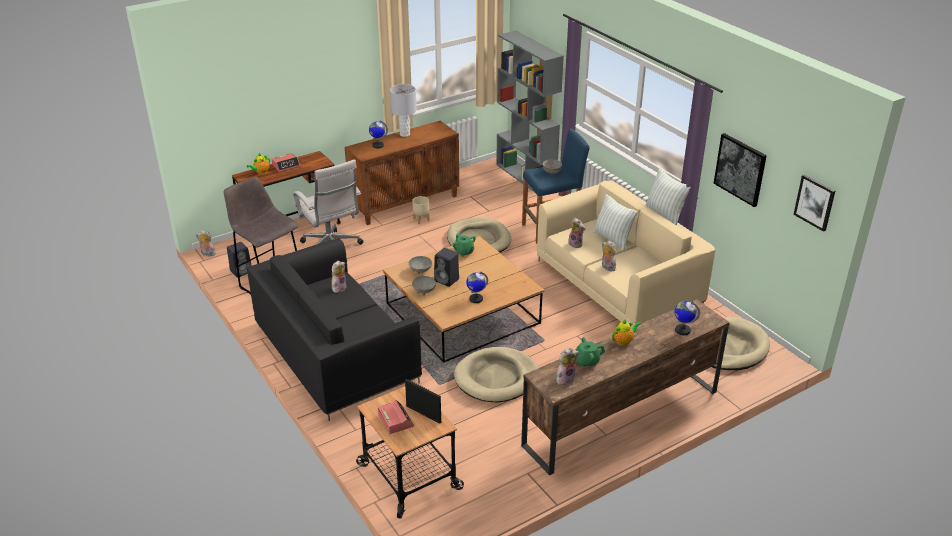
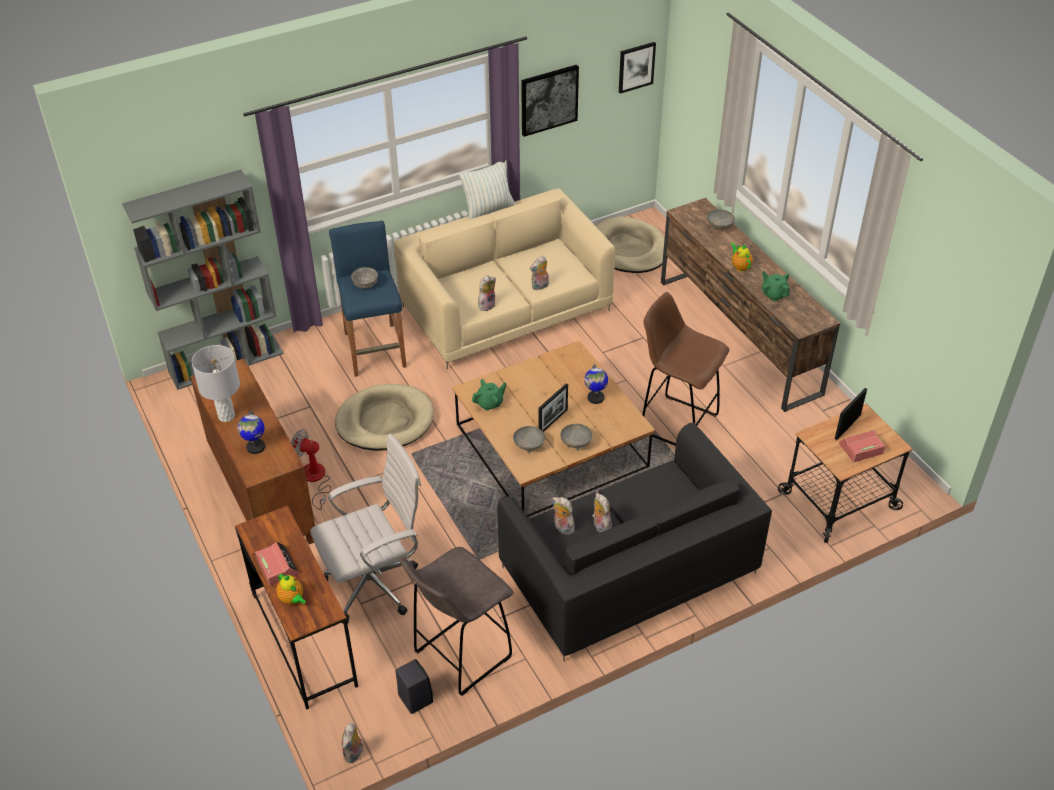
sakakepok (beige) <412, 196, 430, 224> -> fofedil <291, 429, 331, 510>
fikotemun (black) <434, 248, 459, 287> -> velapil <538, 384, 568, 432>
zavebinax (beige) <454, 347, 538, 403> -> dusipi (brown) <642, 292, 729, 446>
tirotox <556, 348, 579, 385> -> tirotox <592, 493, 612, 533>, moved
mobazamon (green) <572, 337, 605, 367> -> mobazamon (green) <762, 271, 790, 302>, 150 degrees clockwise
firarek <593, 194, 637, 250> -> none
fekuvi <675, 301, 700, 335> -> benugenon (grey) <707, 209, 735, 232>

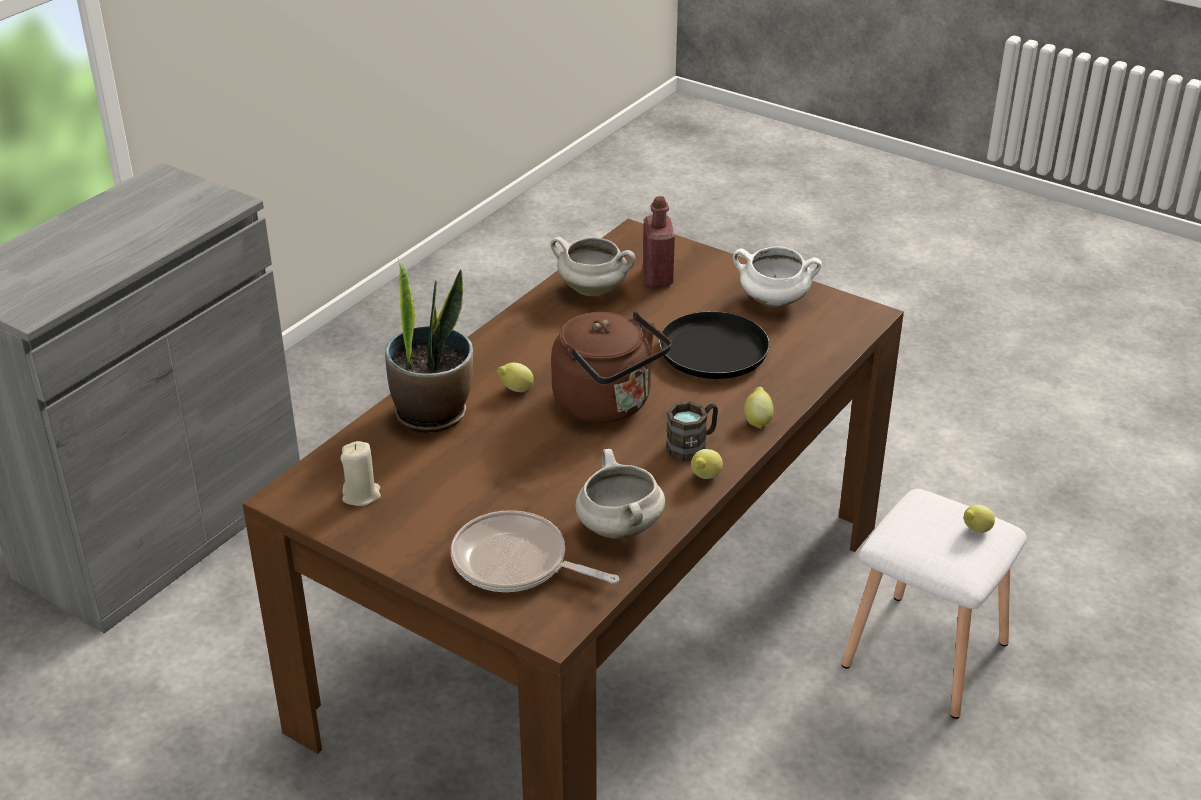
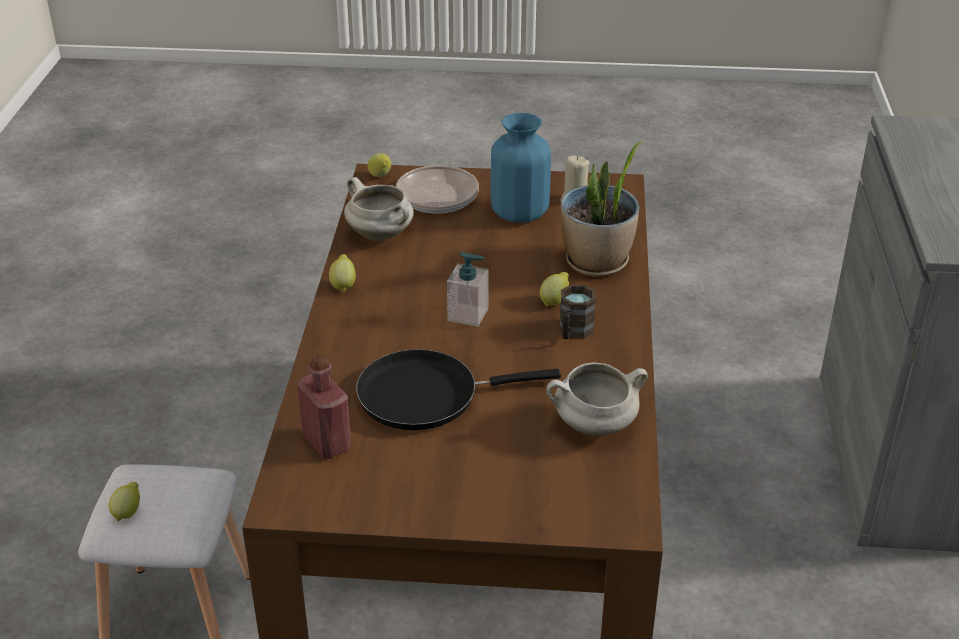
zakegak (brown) <551, 311, 671, 423> -> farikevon <447, 252, 489, 327>
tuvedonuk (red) <643, 196, 675, 287> -> tuvedonuk (red) <297, 354, 351, 459>, moved
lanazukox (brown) <666, 401, 718, 461> -> lanazukox (brown) <559, 284, 596, 339>, moved
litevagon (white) <733, 246, 822, 307> -> none
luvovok <744, 387, 774, 429> -> luvovok <368, 153, 391, 177>, moved
none -> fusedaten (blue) <491, 113, 551, 223>

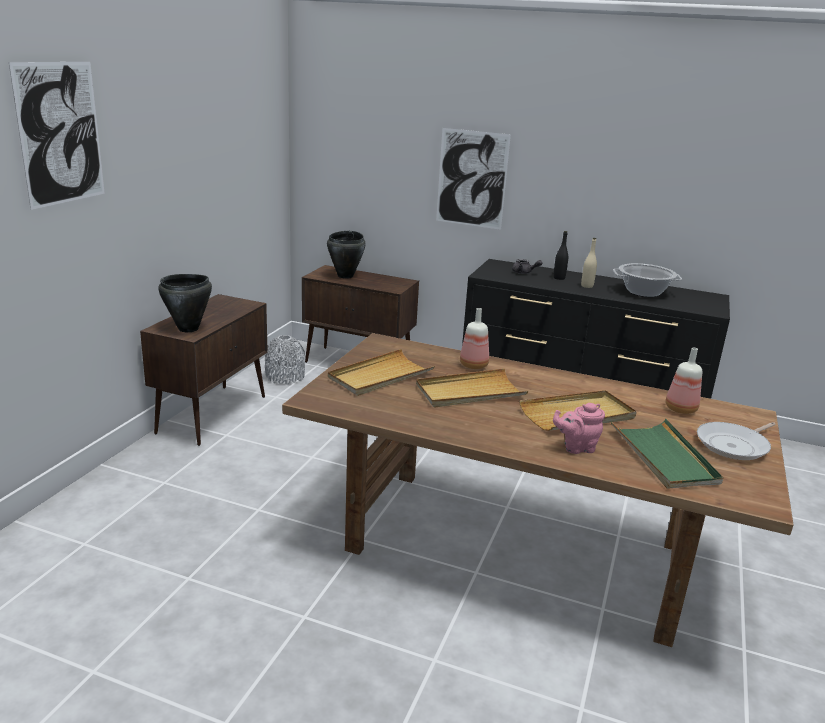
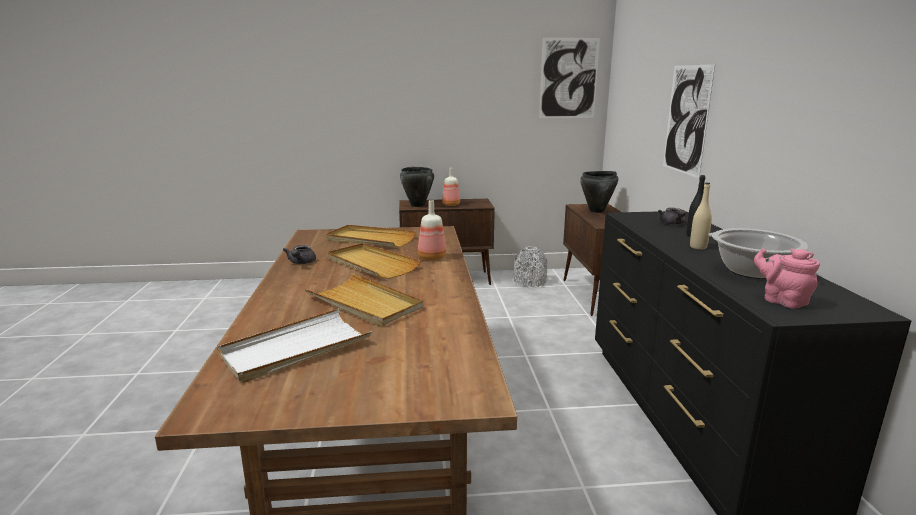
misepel <9, 62, 105, 210> -> misepel <539, 38, 600, 118>, moved
mobazamon (pink) <553, 403, 605, 454> -> mobazamon (pink) <754, 248, 820, 309>, moved
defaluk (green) <611, 419, 724, 489> -> defaluk (white) <216, 309, 372, 383>
tuvedonuk <665, 347, 702, 414> -> tuvedonuk <442, 168, 460, 206>, moved
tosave <697, 422, 776, 460> -> none
none -> mobazamon (grey) <283, 245, 316, 264>

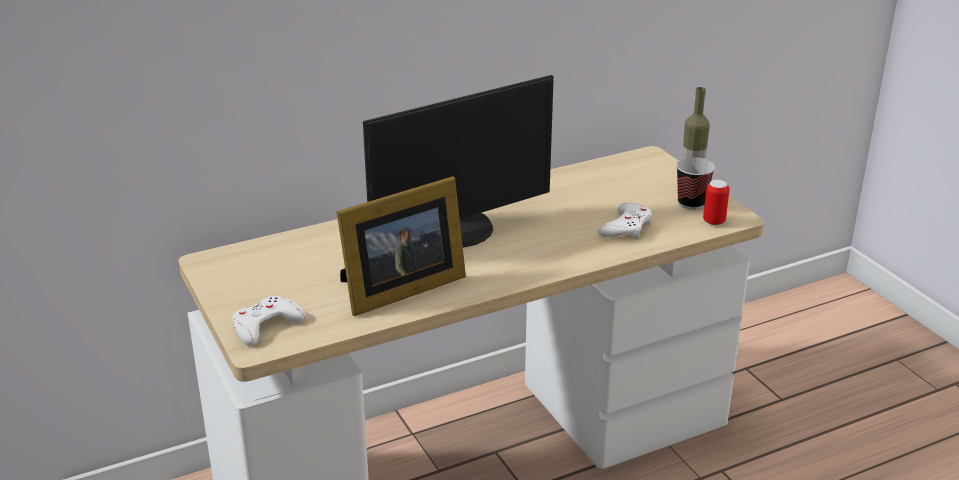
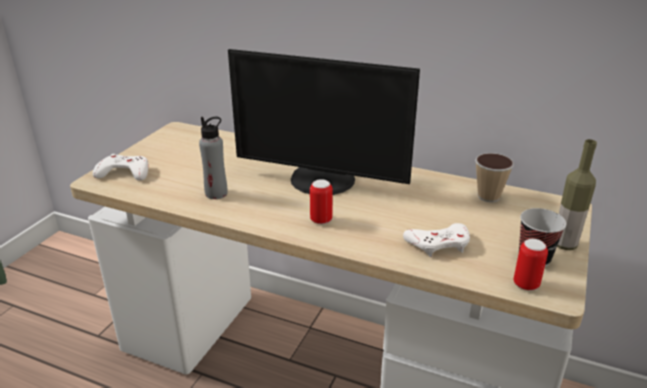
velapil <336, 176, 466, 316> -> tuvedonuk (grey) <199, 117, 228, 199>
none -> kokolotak <310, 179, 333, 224>
none -> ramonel <475, 153, 514, 202>

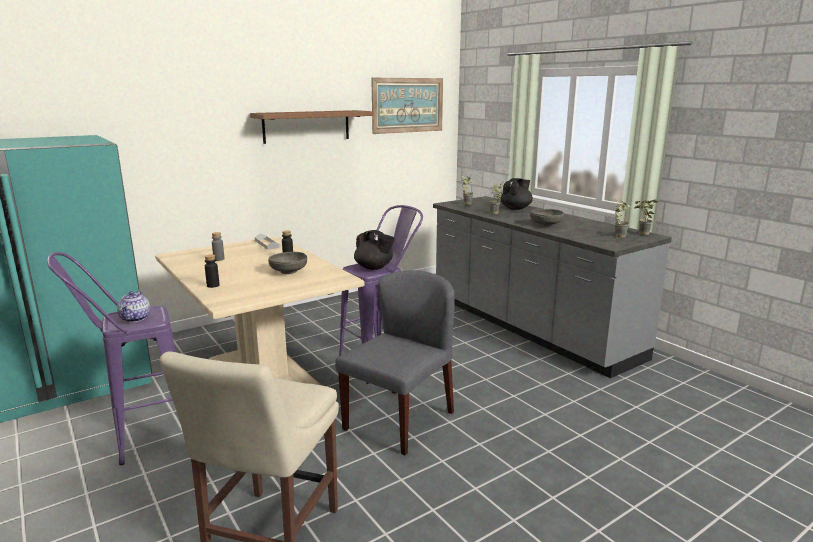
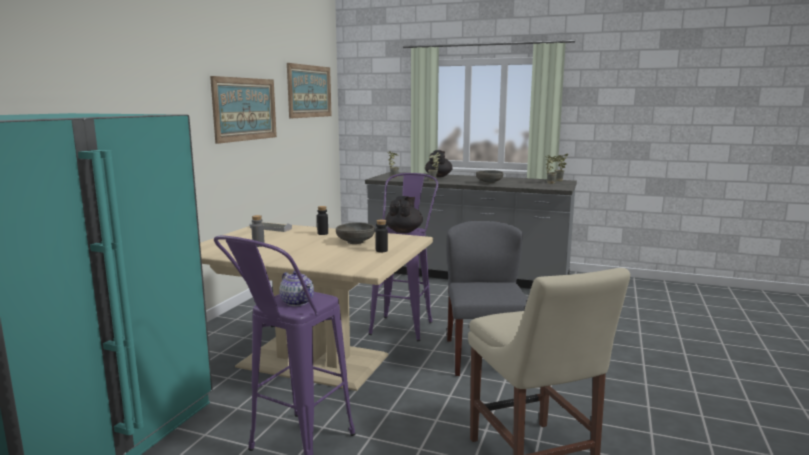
tuvedonuk (black) <205, 254, 219, 288> -> tuvedonuk (black) <375, 219, 388, 252>, moved
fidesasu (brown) <250, 110, 373, 144> -> misepel <210, 76, 277, 144>
mobazamon (black) <354, 230, 395, 270> -> mobazamon (black) <386, 196, 423, 233>, 75 degrees counterclockwise

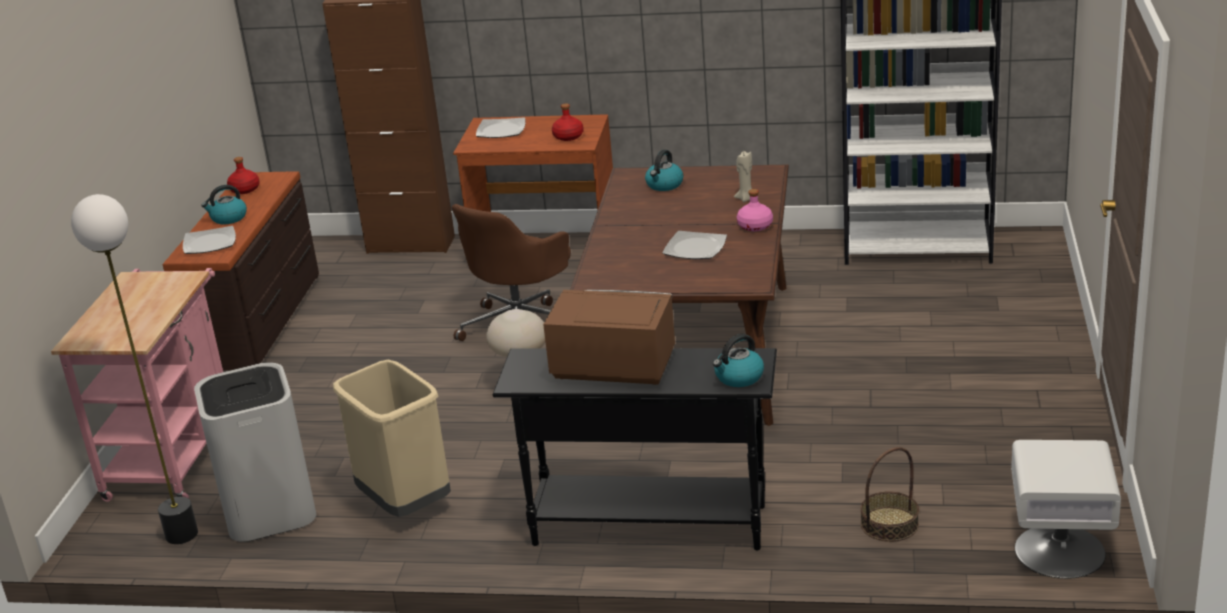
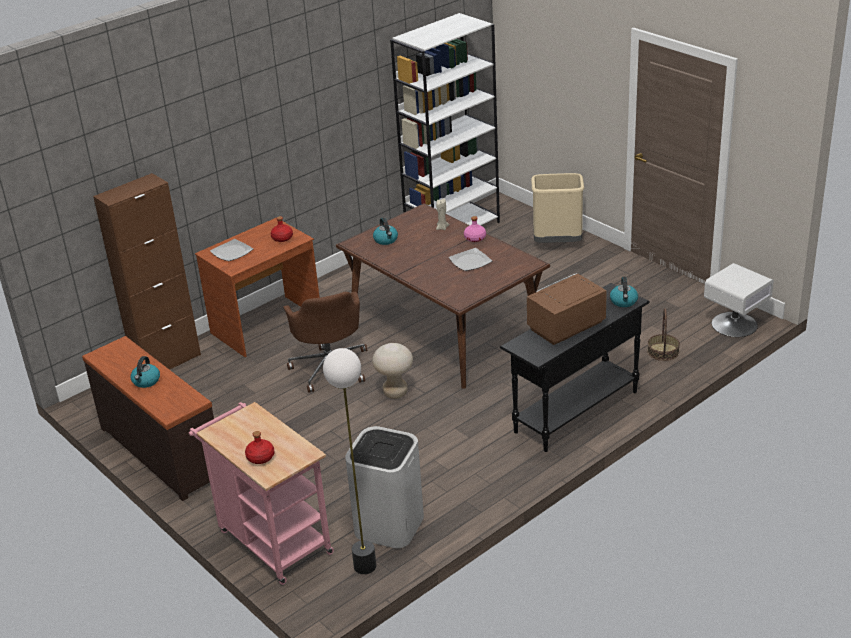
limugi <183, 226, 236, 254> -> none
tuvedonuk (red) <227, 157, 260, 194> -> tuvedonuk (red) <245, 431, 274, 464>, moved
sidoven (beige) <333, 360, 451, 517> -> sidoven (beige) <531, 173, 584, 243>, moved

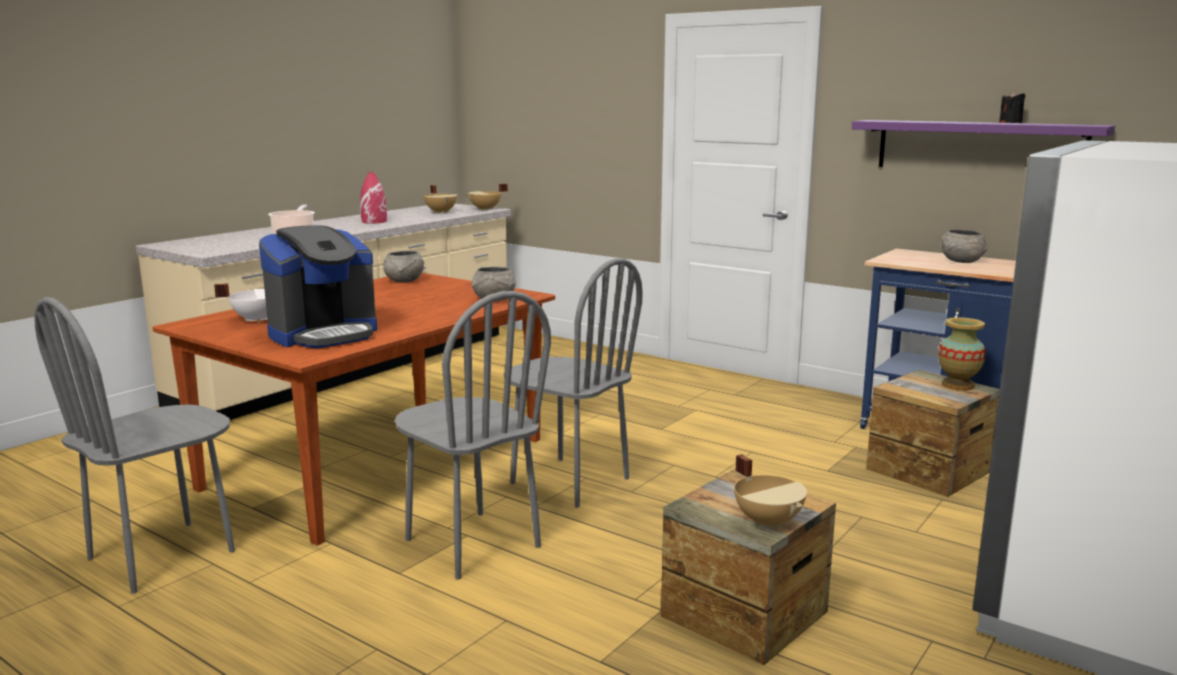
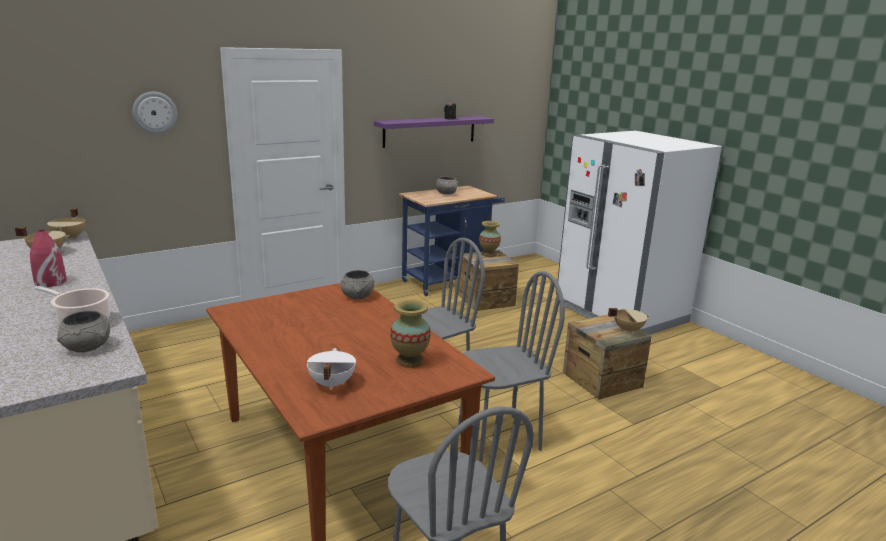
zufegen <259, 225, 377, 348> -> fusedaten <390, 299, 431, 368>
benugenon (grey) <383, 251, 424, 283> -> benugenon (grey) <57, 311, 110, 352>, moved
none -> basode <133, 92, 177, 134>

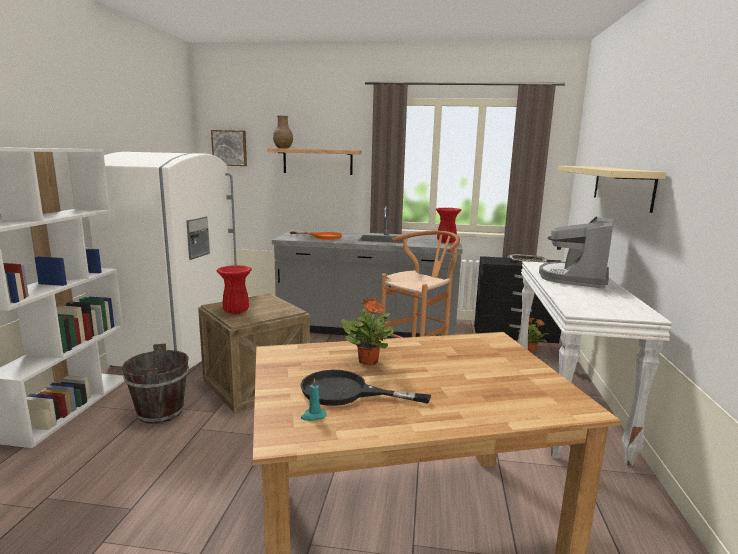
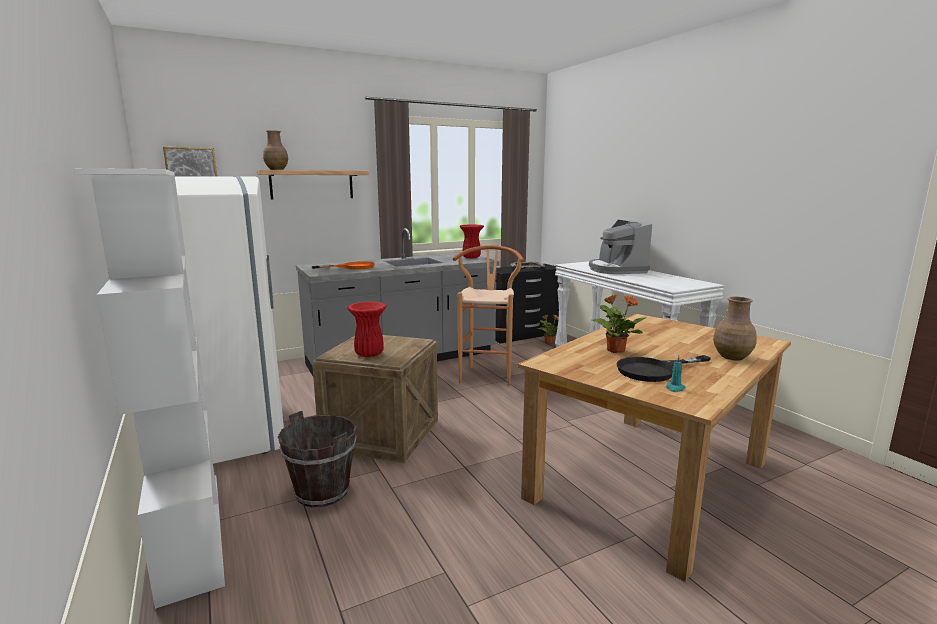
fidesasu (beige) <558, 166, 666, 213> -> none
none -> fusedaten (brown) <713, 297, 757, 360>

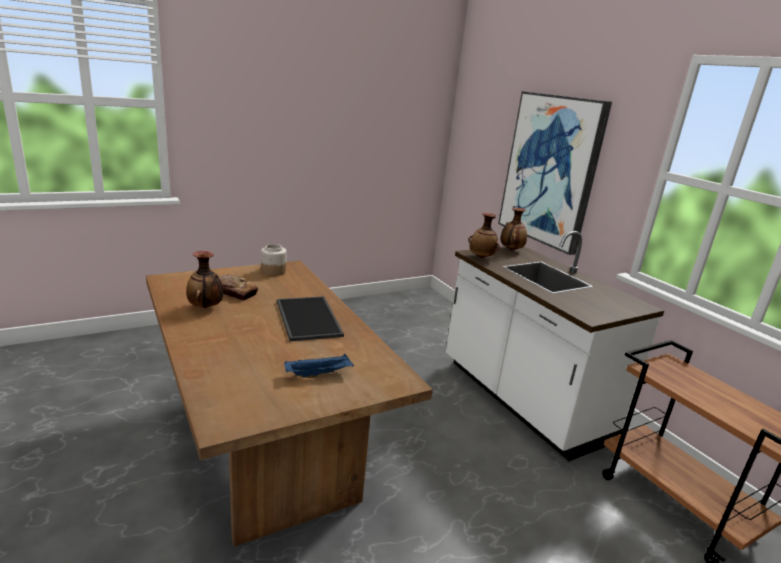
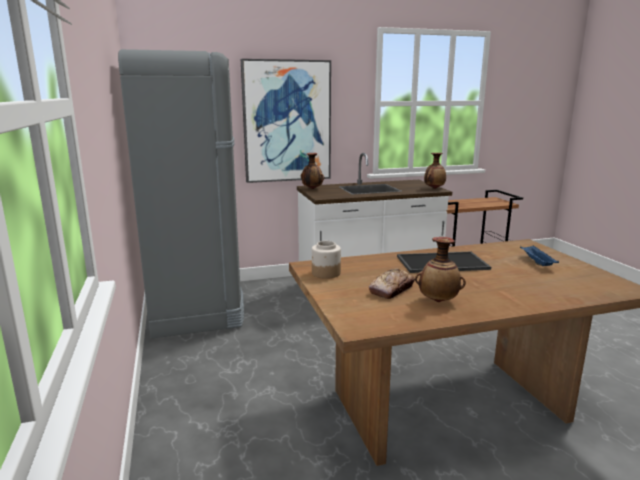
fusedaten <468, 213, 500, 258> -> fusedaten <424, 153, 446, 189>, moved
none -> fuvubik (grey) <118, 49, 244, 339>

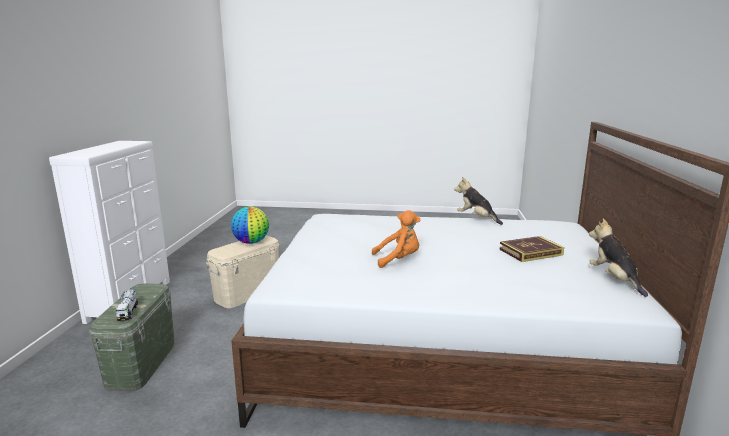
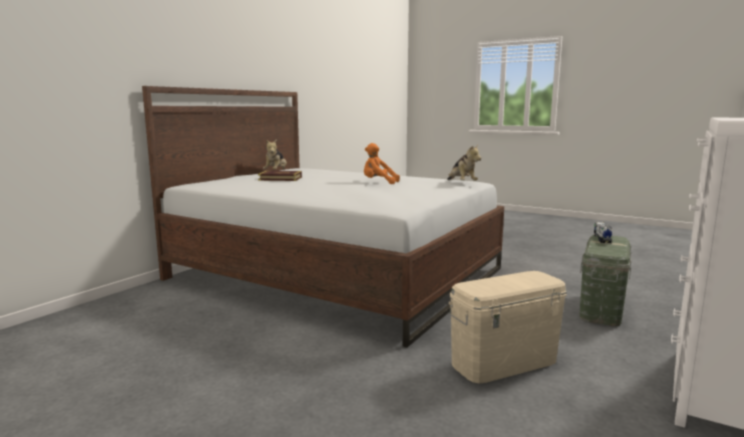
fekuvi <231, 206, 269, 244> -> none
tirotox <454, 177, 503, 225> -> tirotox <447, 145, 481, 180>, moved

